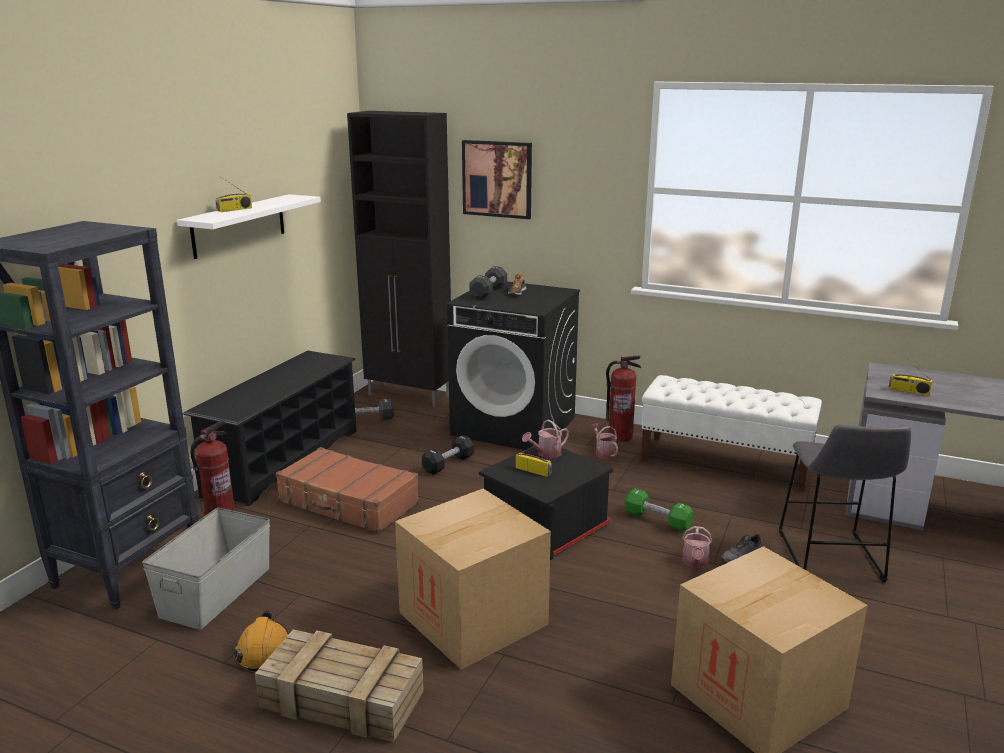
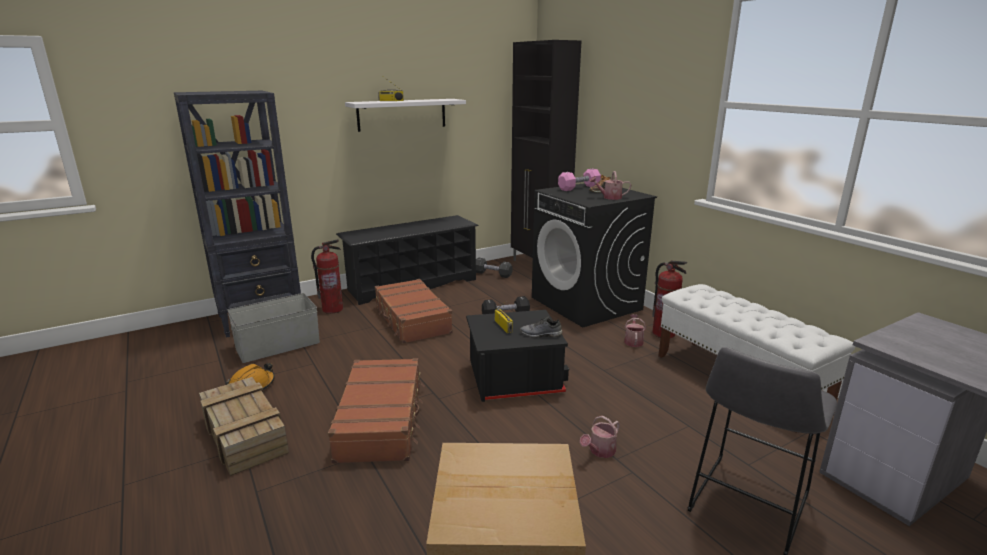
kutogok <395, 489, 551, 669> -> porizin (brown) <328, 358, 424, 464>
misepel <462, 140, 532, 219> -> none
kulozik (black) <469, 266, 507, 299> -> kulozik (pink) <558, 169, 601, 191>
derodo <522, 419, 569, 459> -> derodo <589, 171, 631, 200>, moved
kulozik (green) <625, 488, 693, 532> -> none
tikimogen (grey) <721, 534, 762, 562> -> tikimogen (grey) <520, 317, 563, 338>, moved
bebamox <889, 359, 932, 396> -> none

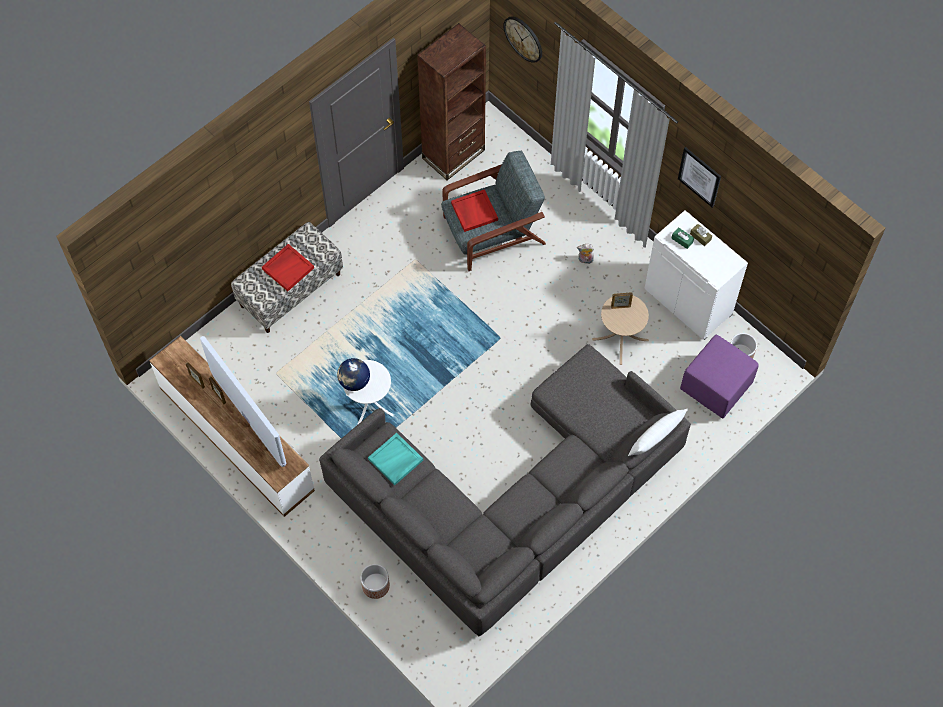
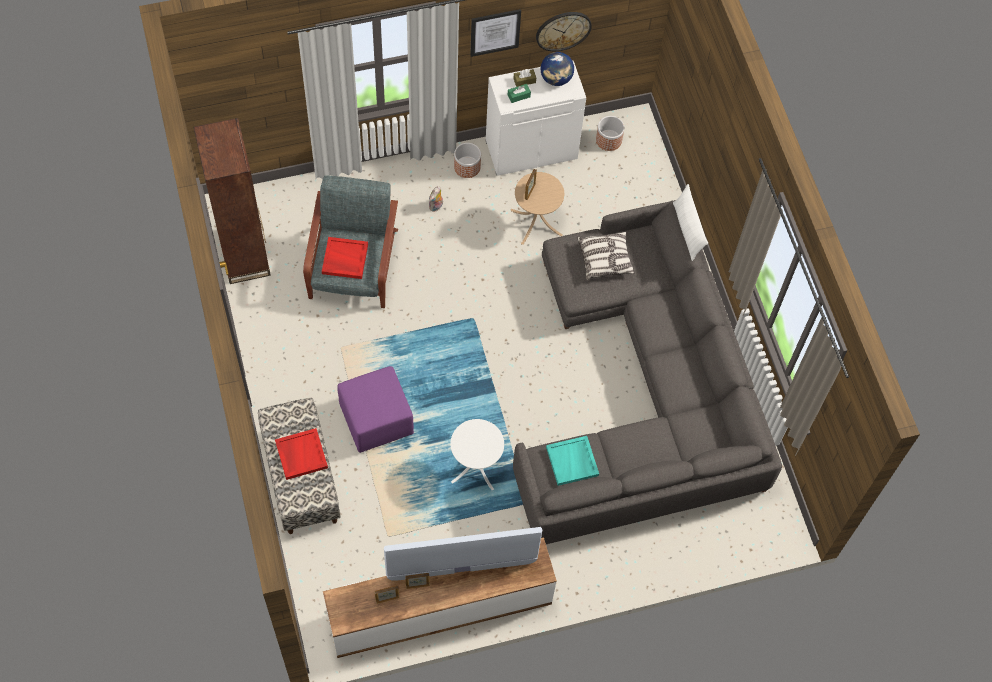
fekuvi <337, 358, 370, 391> -> fekuvi <540, 52, 574, 86>, moved
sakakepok <361, 564, 390, 599> -> sakakepok <454, 143, 481, 178>, moved
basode <503, 16, 542, 63> -> basode <536, 12, 592, 51>, moved
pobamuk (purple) <680, 335, 759, 419> -> pobamuk (purple) <337, 366, 414, 453>, moved
none -> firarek <577, 232, 634, 280>

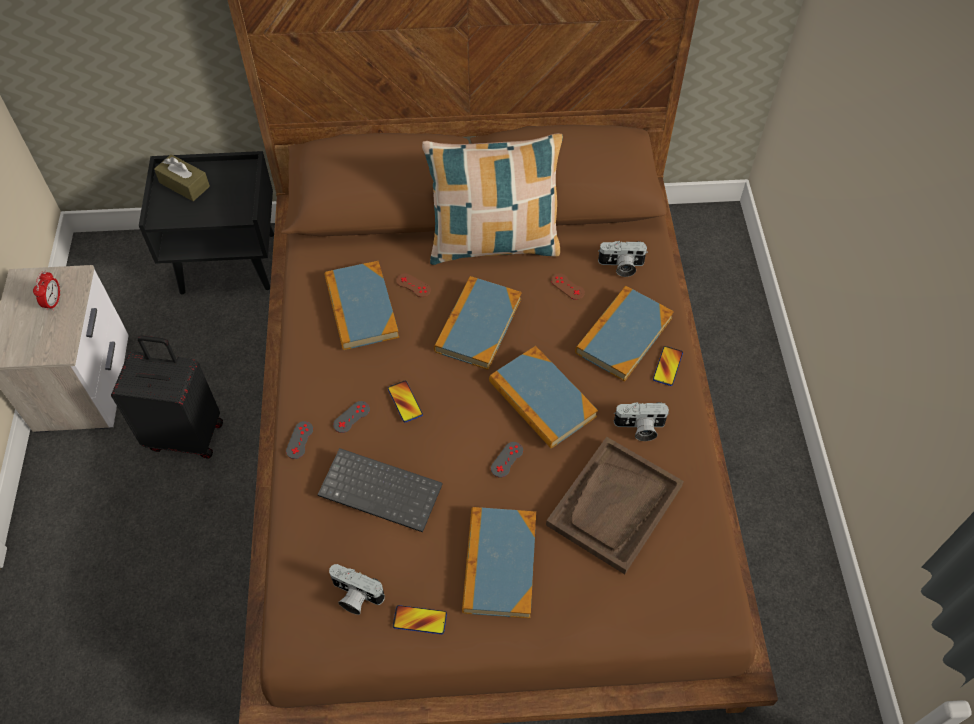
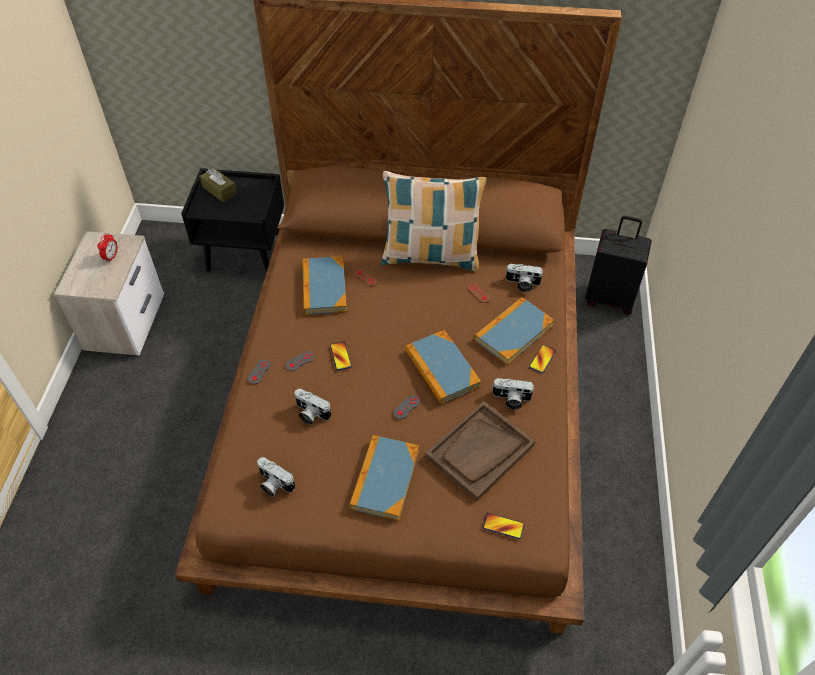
porizin (black) <111, 336, 223, 459> -> porizin (black) <585, 216, 652, 315>, moved
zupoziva <318, 448, 443, 532> -> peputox <295, 389, 331, 425>
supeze <393, 605, 447, 634> -> supeze <483, 513, 524, 539>, moved
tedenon <434, 276, 522, 370> -> none

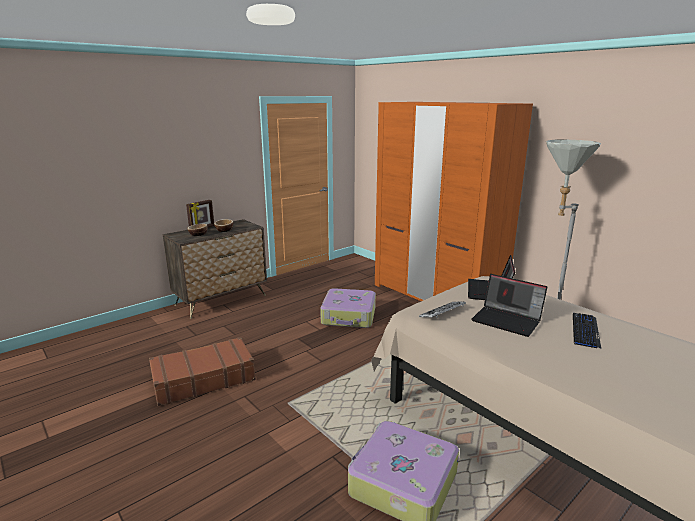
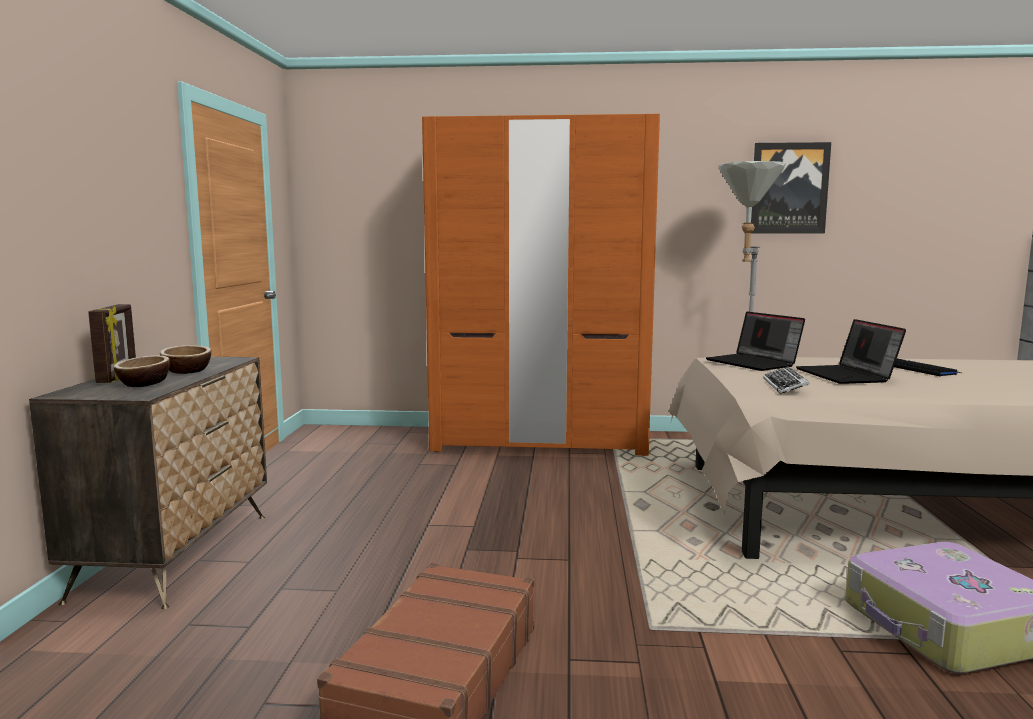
porizin <320, 288, 376, 328> -> none
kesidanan <471, 274, 547, 337> -> kesidanan <796, 319, 906, 384>, 90 degrees clockwise
none -> misepel <751, 142, 831, 234>

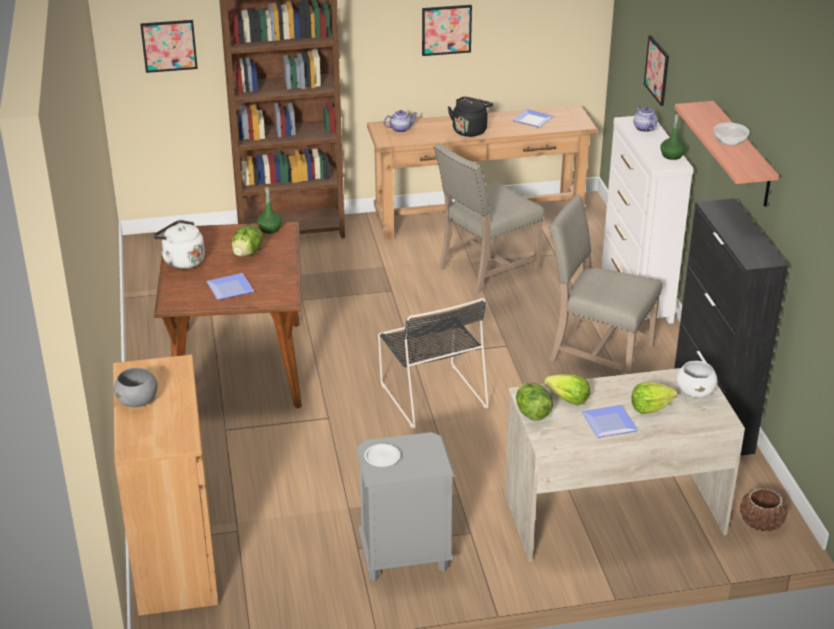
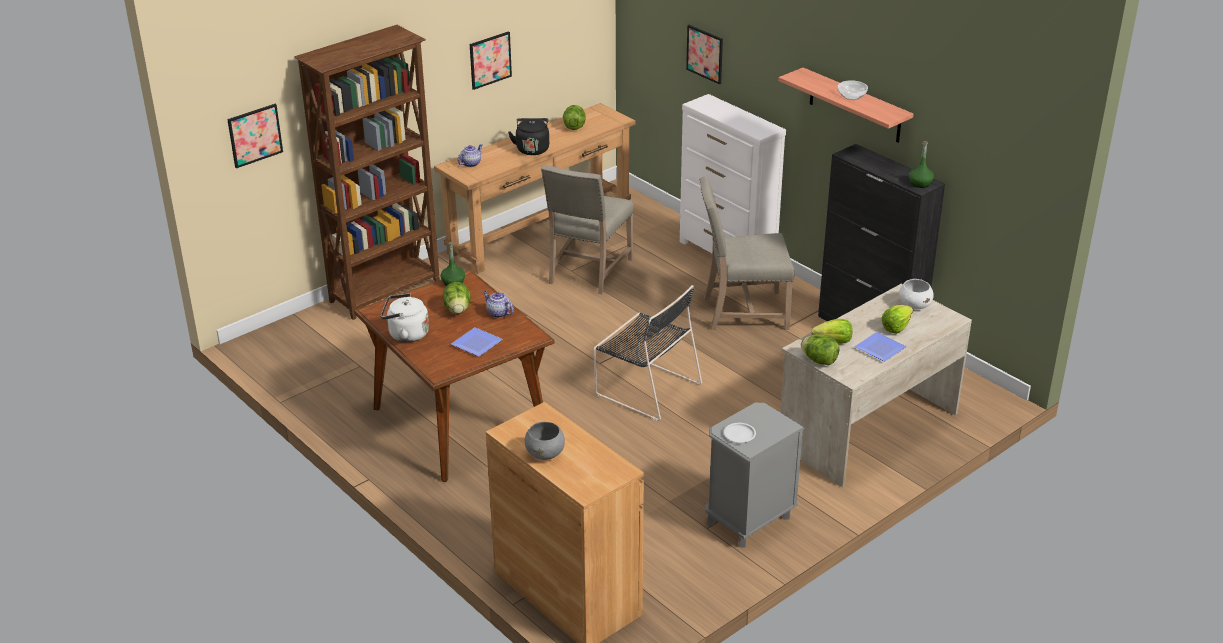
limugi <513, 109, 553, 128> -> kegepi <563, 105, 586, 130>
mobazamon <634, 105, 658, 132> -> mobazamon <483, 291, 514, 318>, moved
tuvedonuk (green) <660, 112, 686, 160> -> tuvedonuk (green) <909, 141, 934, 188>, moved
sakakepok (brown) <740, 488, 788, 531> -> none

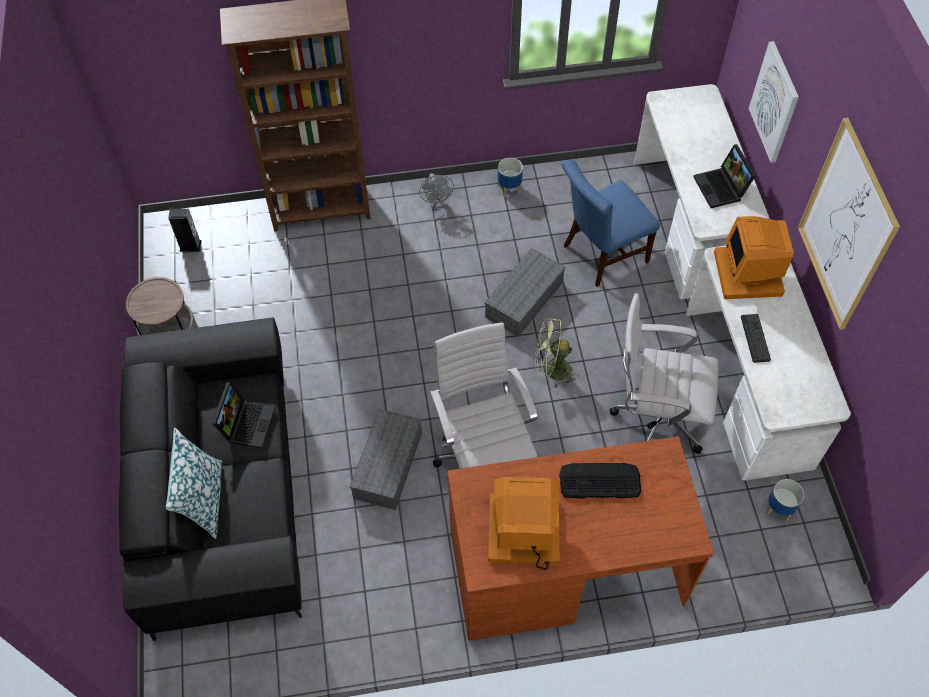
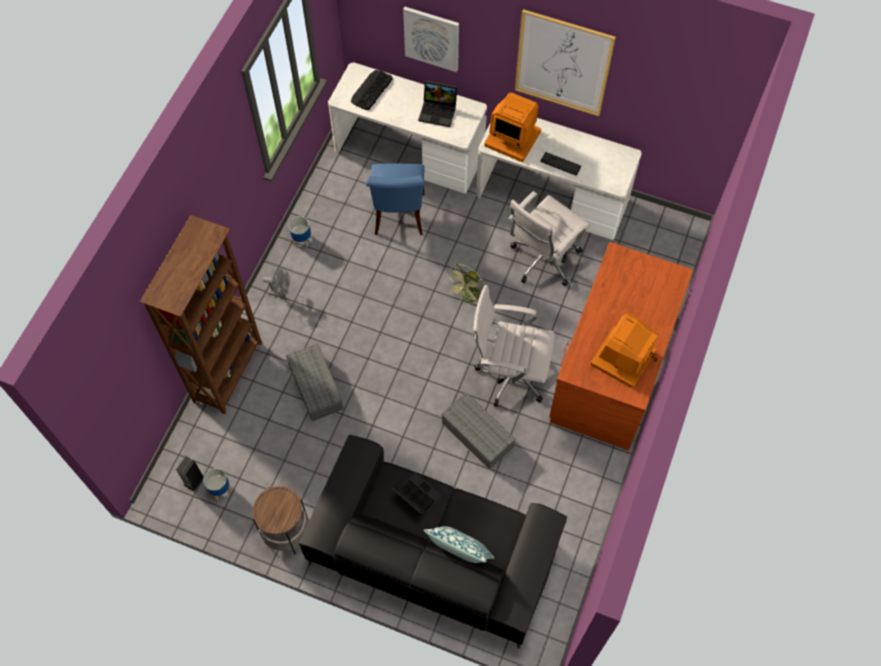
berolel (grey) <485, 248, 566, 337> -> berolel (grey) <286, 343, 343, 421>, moved
zupoziva <559, 463, 641, 499> -> zupoziva <351, 70, 393, 110>, moved
sakakepok <766, 479, 804, 522> -> sakakepok <203, 468, 231, 500>, moved

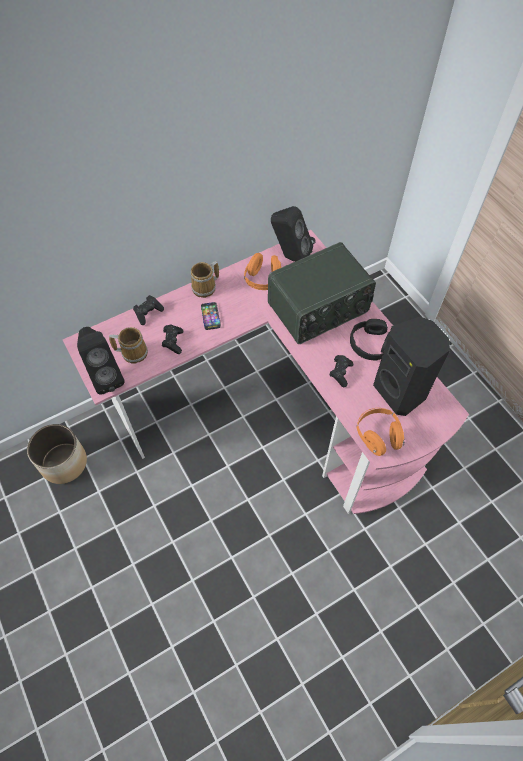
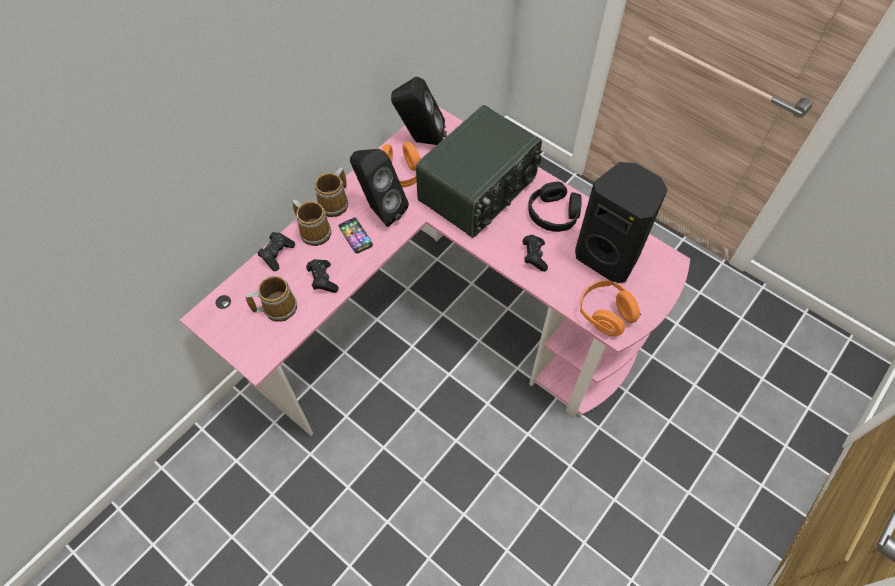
sakakepok <27, 424, 87, 484> -> none
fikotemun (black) <77, 327, 125, 395> -> fikotemun (black) <350, 149, 409, 227>, moved
none -> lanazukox <292, 200, 331, 246>

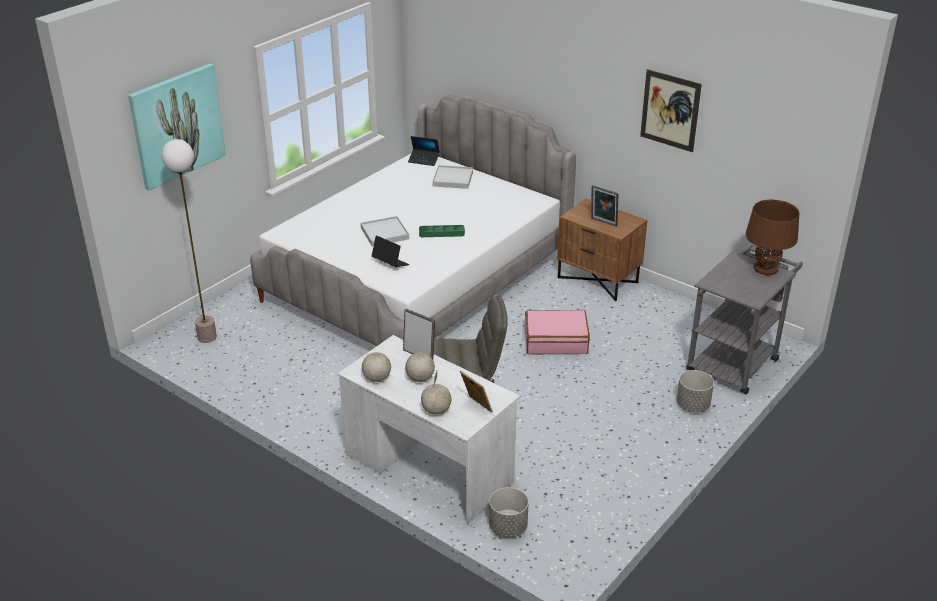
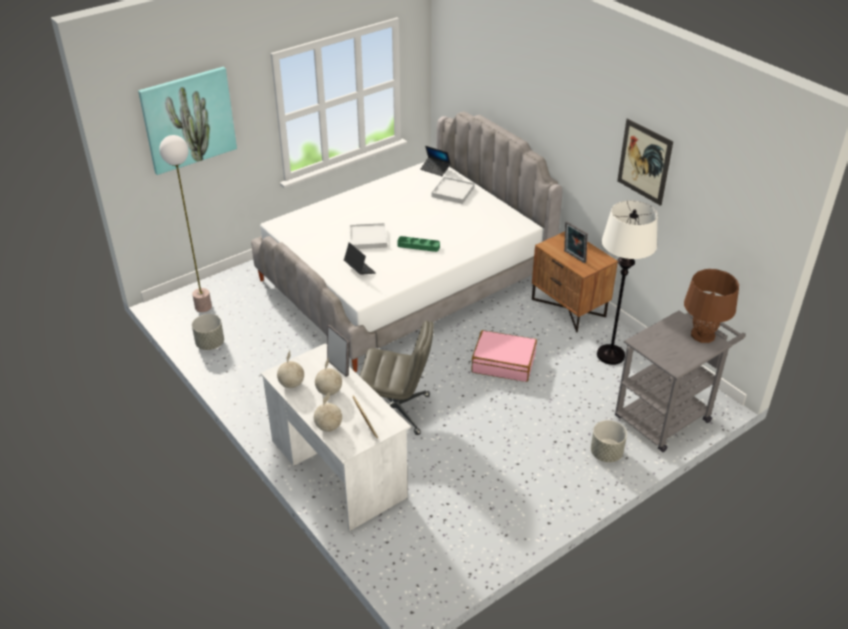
sakakepok (grey) <489, 487, 529, 538> -> sakakepok (grey) <192, 314, 224, 350>, moved
none -> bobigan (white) <597, 200, 658, 365>

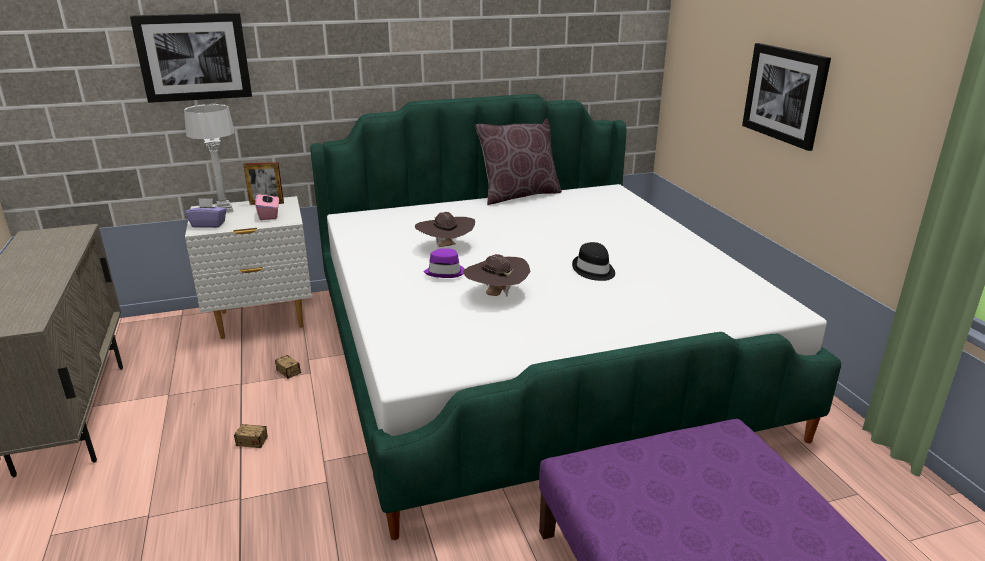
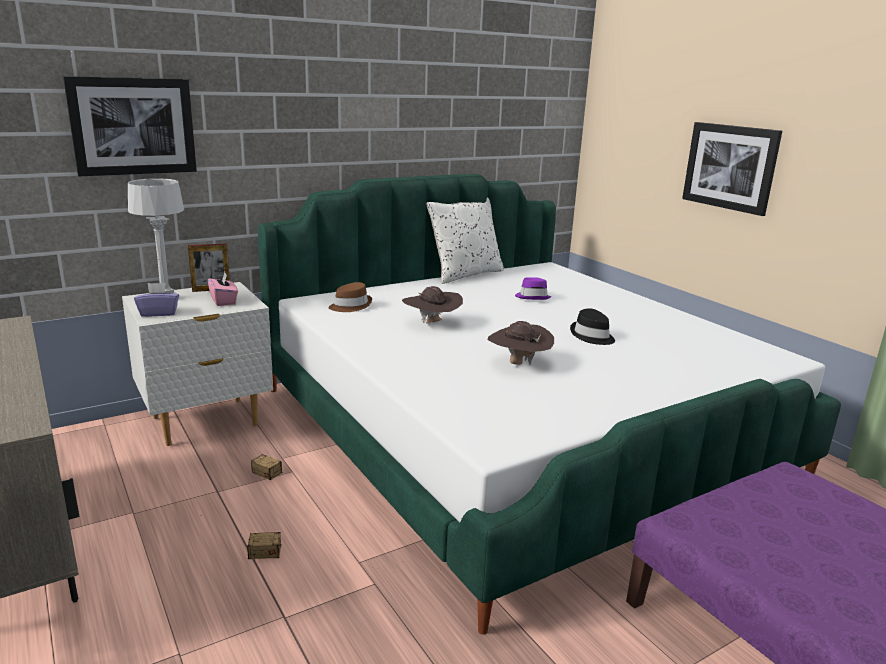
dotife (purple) <424, 248, 465, 278> -> dotife (purple) <515, 277, 551, 300>, moved
firarek (brown) <475, 118, 562, 205> -> firarek (white) <426, 198, 504, 284>
none -> dotife (brown) <329, 282, 372, 312>

